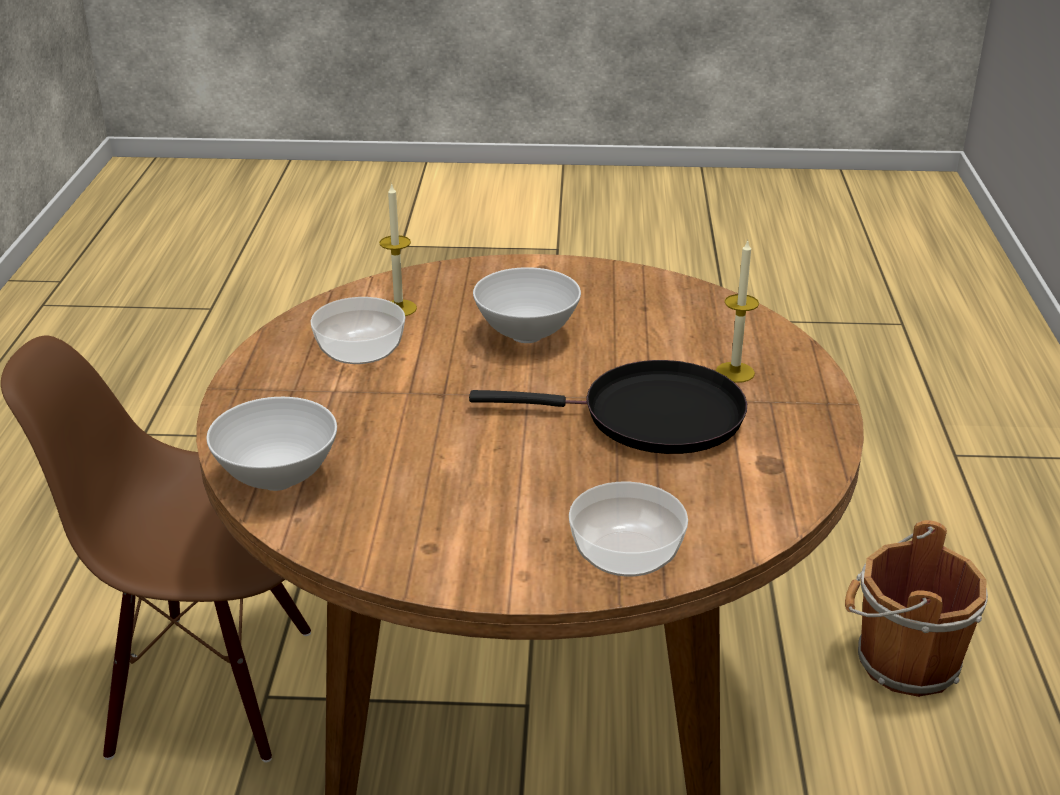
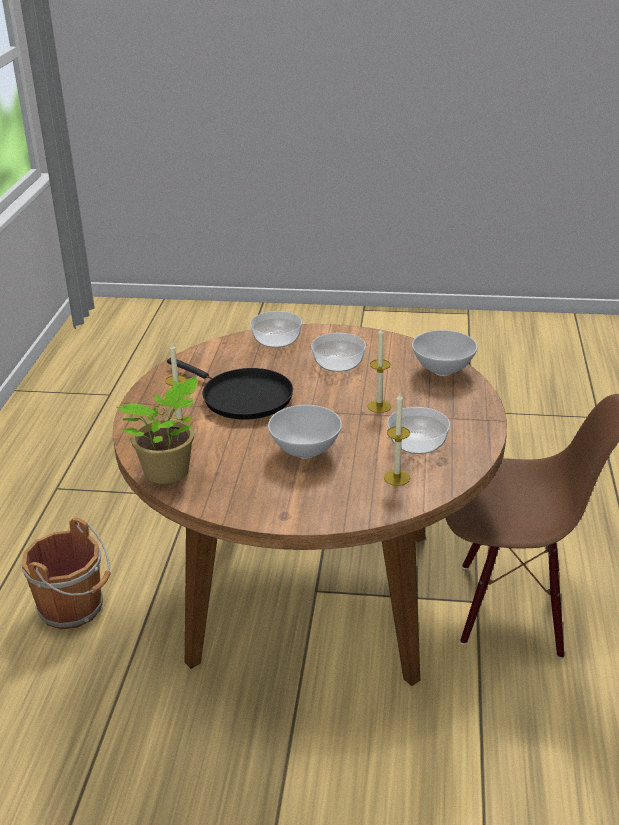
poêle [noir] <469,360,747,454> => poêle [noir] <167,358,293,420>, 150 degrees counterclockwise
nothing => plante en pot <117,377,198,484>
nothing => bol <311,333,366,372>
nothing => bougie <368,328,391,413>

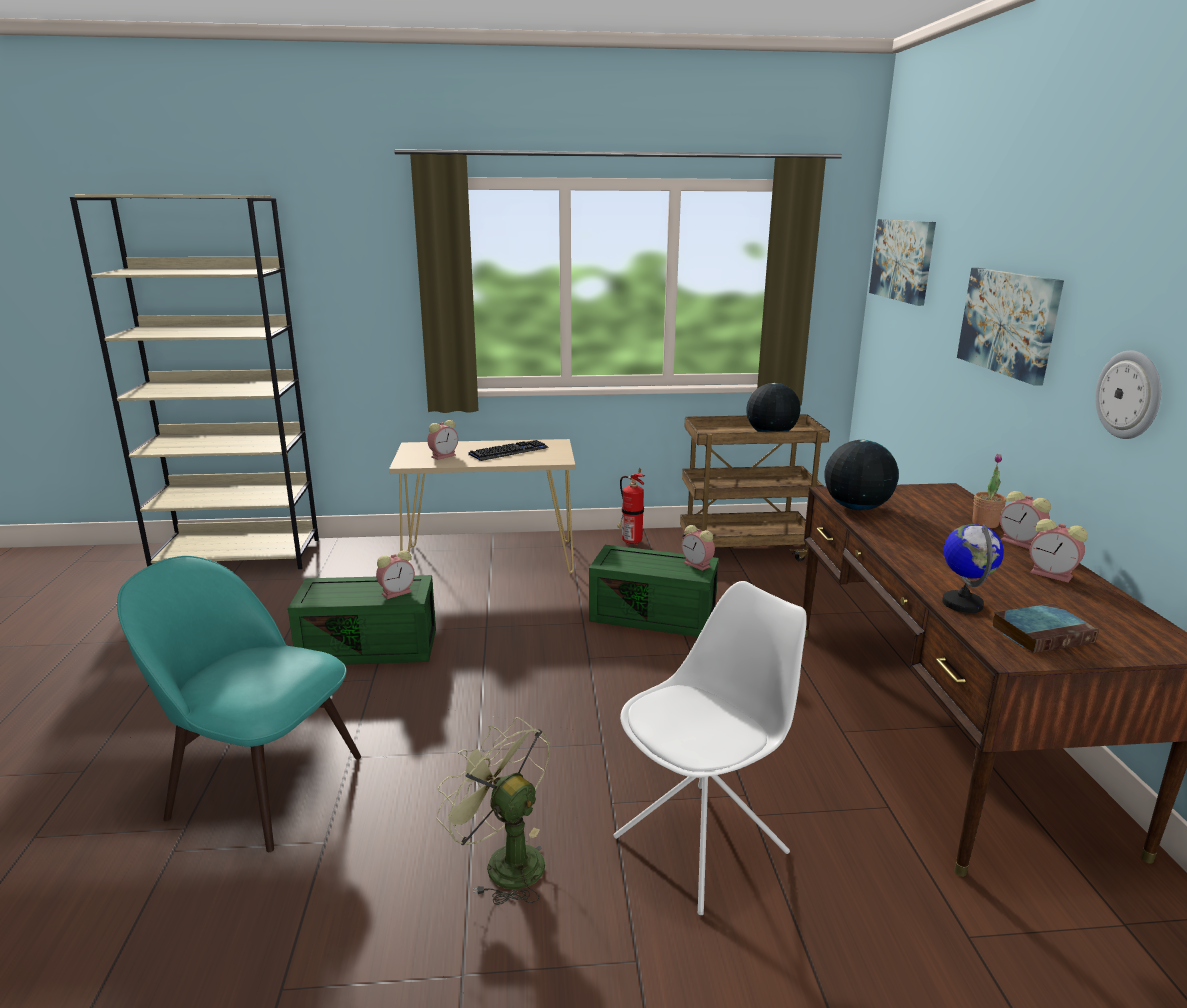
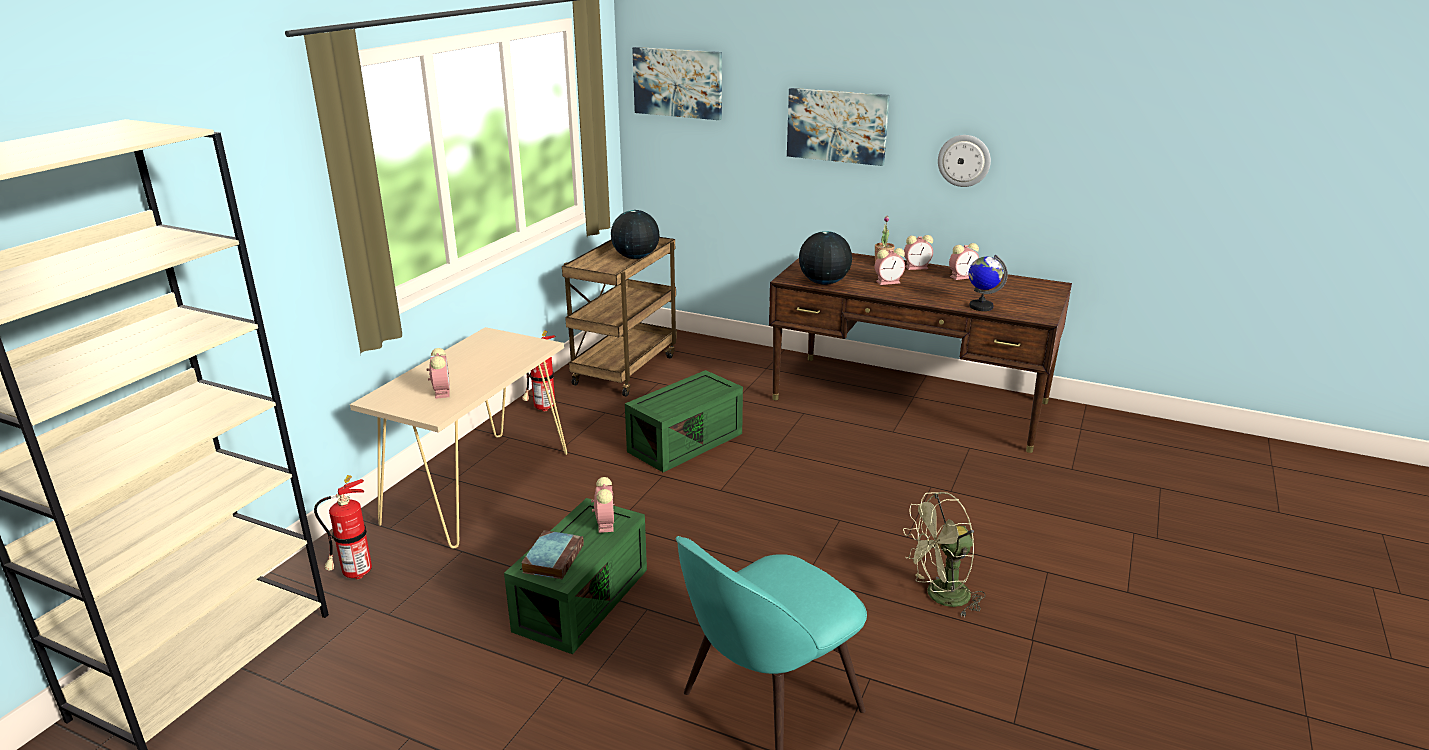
clavier <468,440,549,461> => nothing
chaise [blanc] <613,581,807,915> => nothing
réveil <682,525,715,571> => réveil <875,248,905,285>, relocated
livre <991,603,1099,654> => livre <521,530,584,579>, relocated
nothing => extincteur <314,475,372,579>

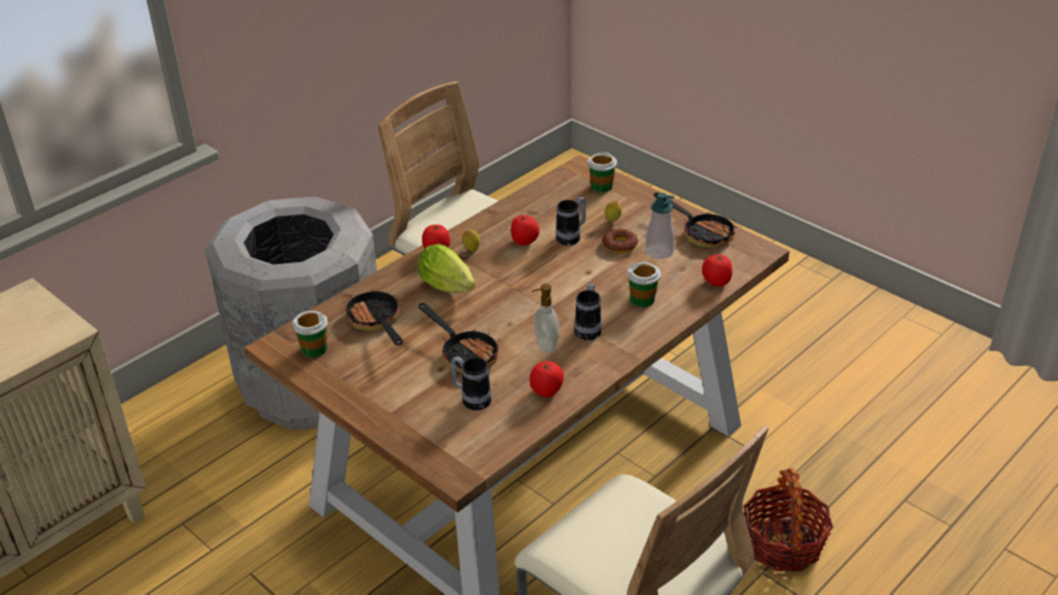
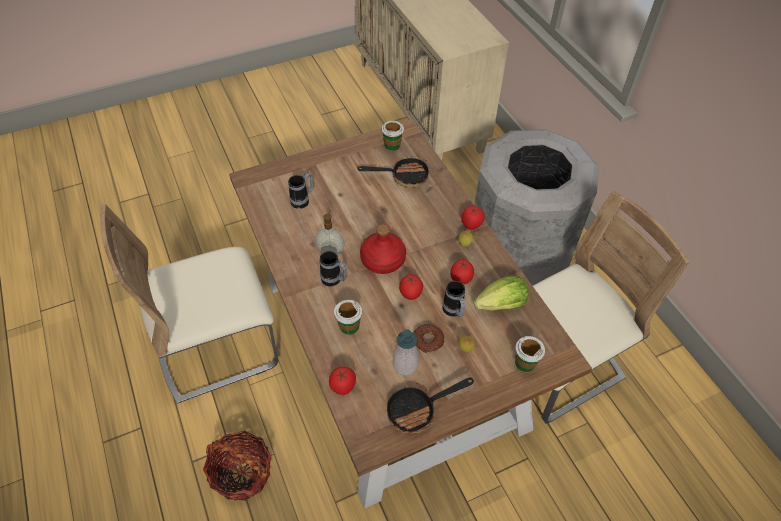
laitue <418,244,475,293> => laitue <474,275,529,311>, relocated
poêle <418,303,500,372> => nothing
tomate <530,361,564,397> => tomate <399,274,423,300>, relocated
nothing => bouteille [rouge] <360,224,406,274>

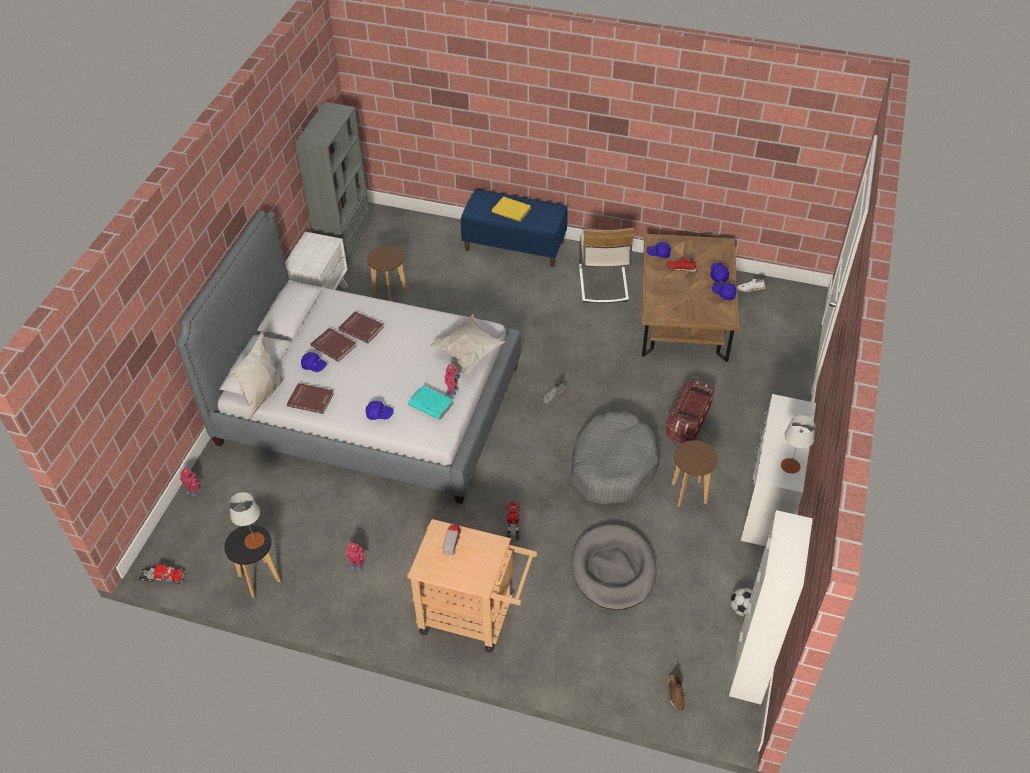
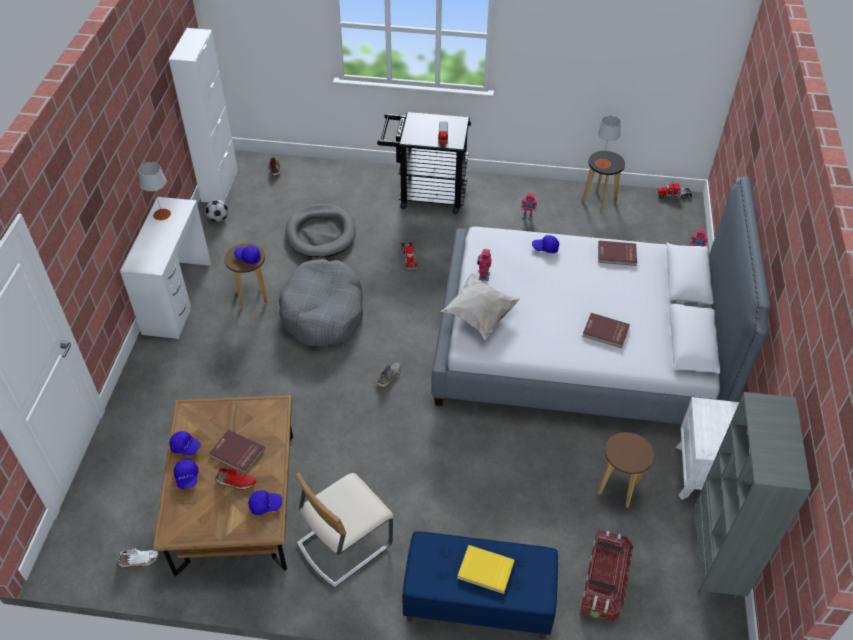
coussin [blanc] <230,332,284,419> => nothing
casquette [bleu] <301,352,327,372> => casquette [bleu] <234,245,261,264>, relocated
livre [rouge] <310,328,356,362> => livre [rouge] <209,430,265,474>, relocated
chariot [beige] <407,519,537,652> => chariot [noir] <377,112,471,214>
livre [turquoise] <408,386,454,420> => nothing
chaise [beige] <579,228,634,303> => chaise [beige] <296,473,394,588>, 120 degrees counterclockwise
boîte de rangement <666,381,715,443> => boîte de rangement <580,530,633,622>, relocated

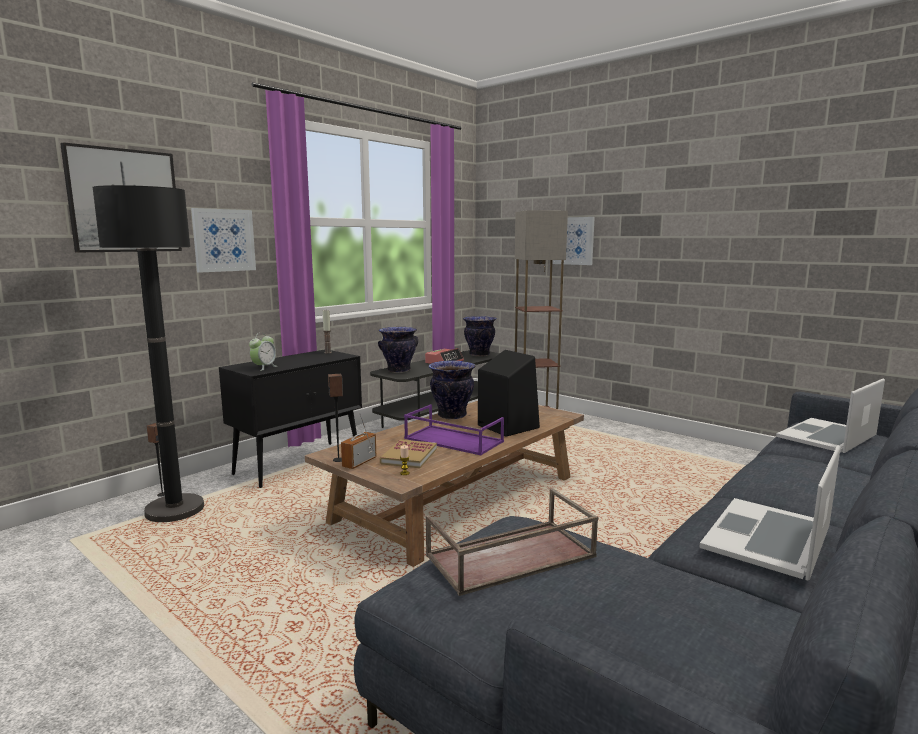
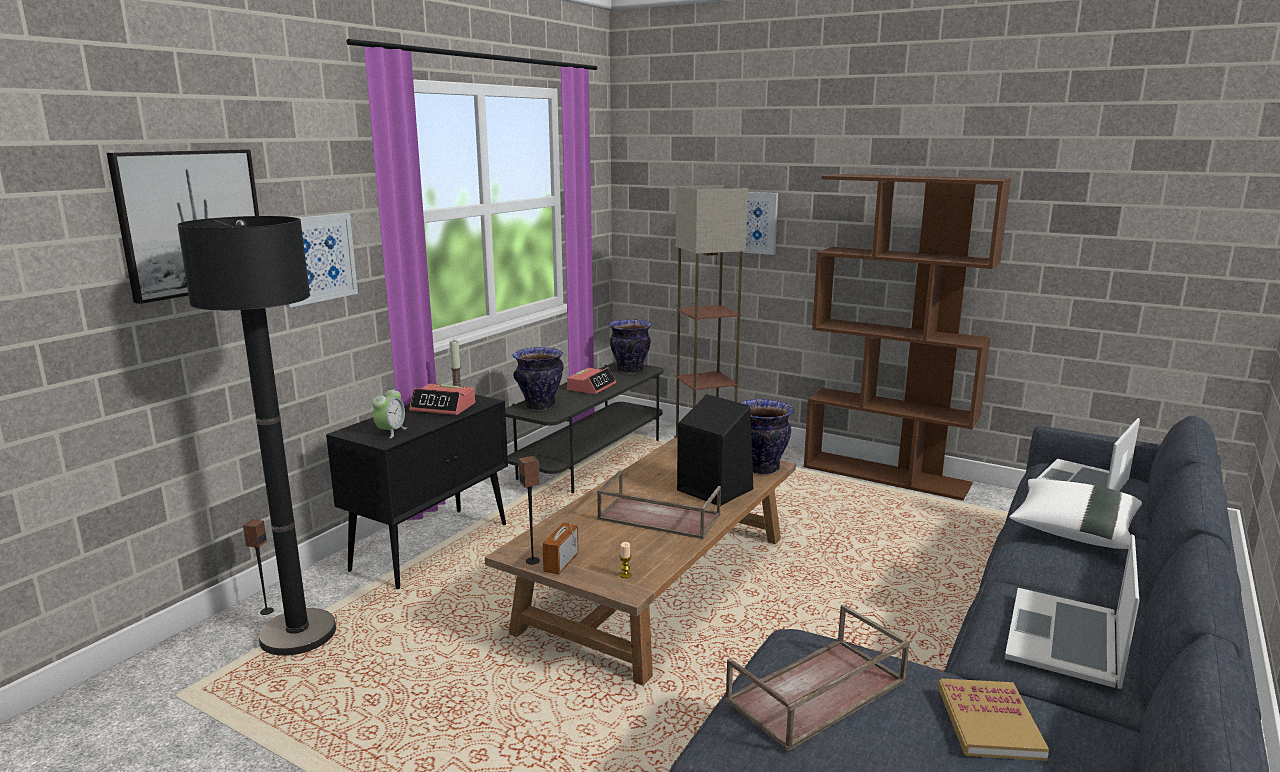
livre <380,440,437,468> => livre <938,678,1049,761>, relocated
plateau [violet] <404,405,504,455> => plateau [marron] <597,470,721,539>
vase <428,360,476,420> => vase <740,399,794,475>, relocated
nothing => réveil <409,384,475,415>
nothing => bibliothèque [marron] <804,174,1011,501>
nothing => coussin [blanc] <1009,479,1142,549>

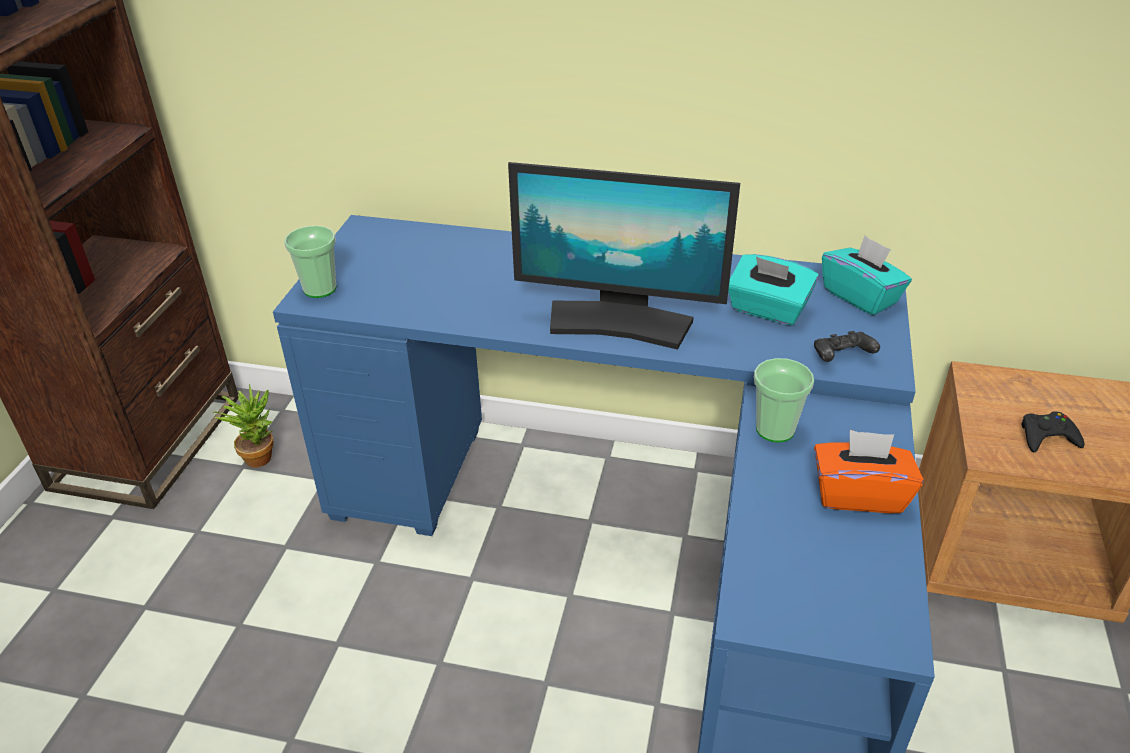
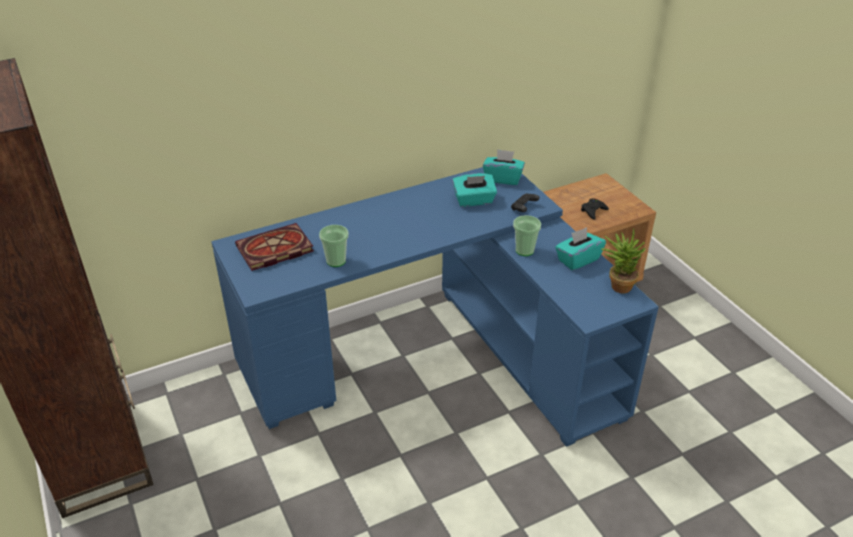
plante en pot <213,384,274,468> => plante en pot <601,229,646,293>, relocated
tasse <284,226,336,298> => tasse <319,225,349,267>, relocated
écran d'ordinateur <508,162,740,350> => nothing
boîte à mouchoirs [orange] <814,430,924,513> => boîte à mouchoirs [turquoise] <555,227,606,270>
nothing => livre <235,223,314,271>

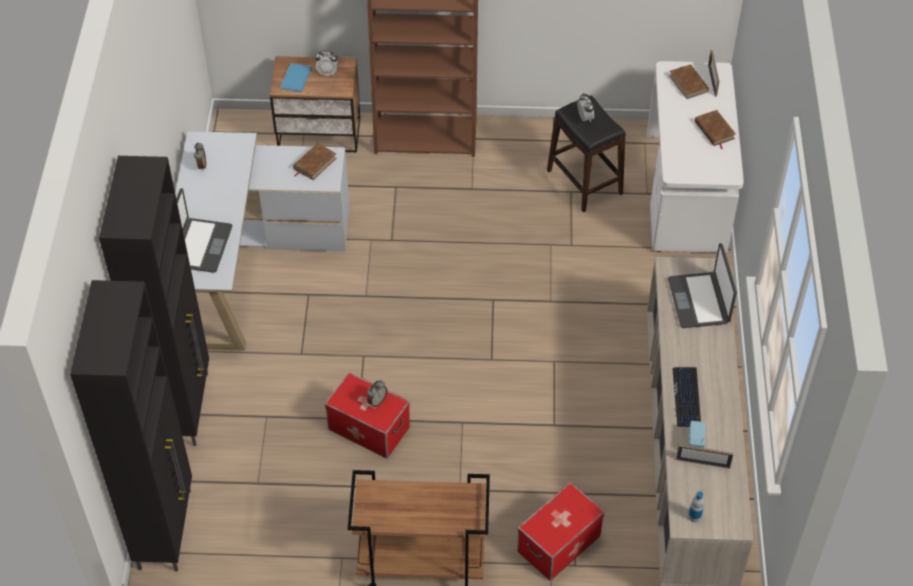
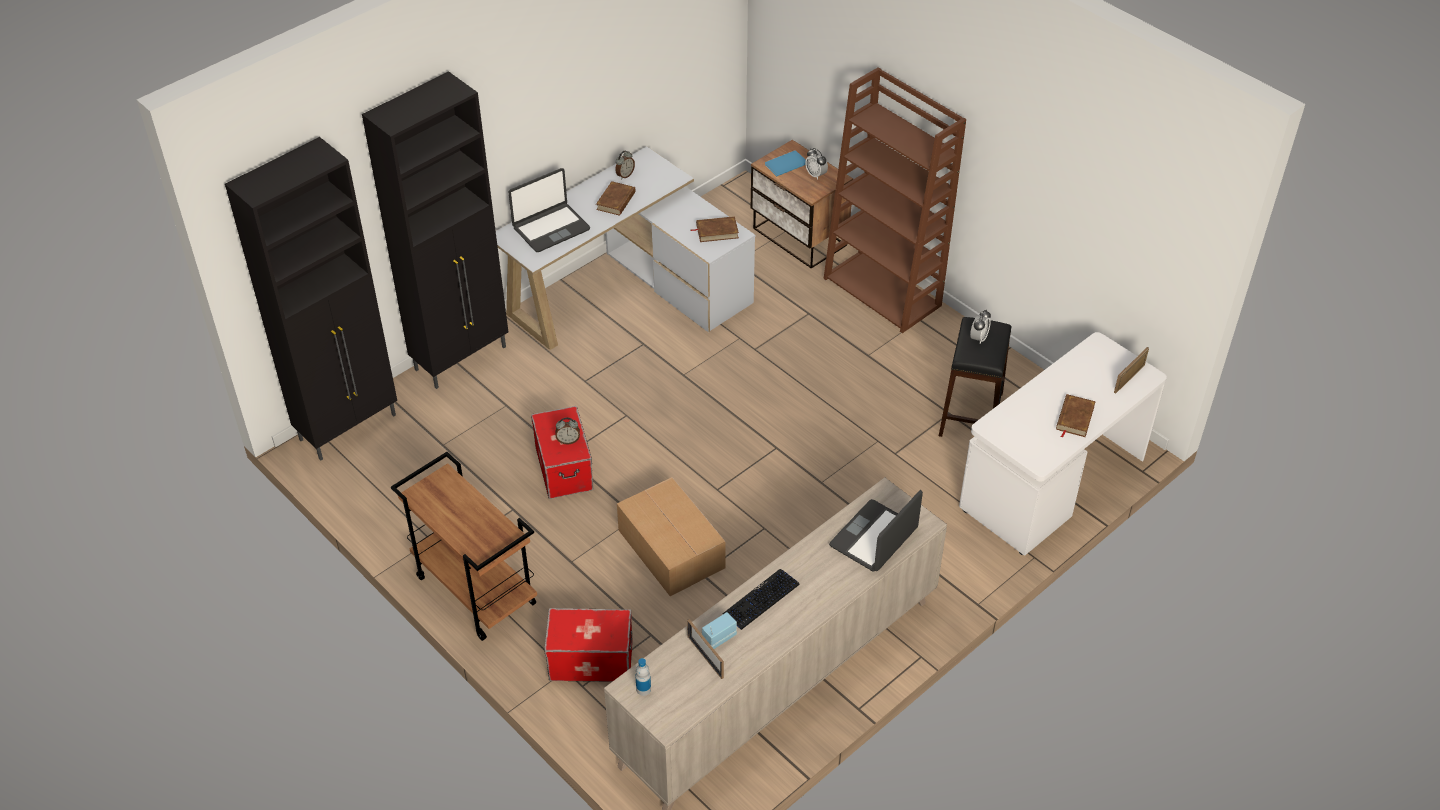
livre [marron] <669,64,709,99> => livre [marron] <596,181,636,216>, relocated
nothing => carton <617,477,725,596>

